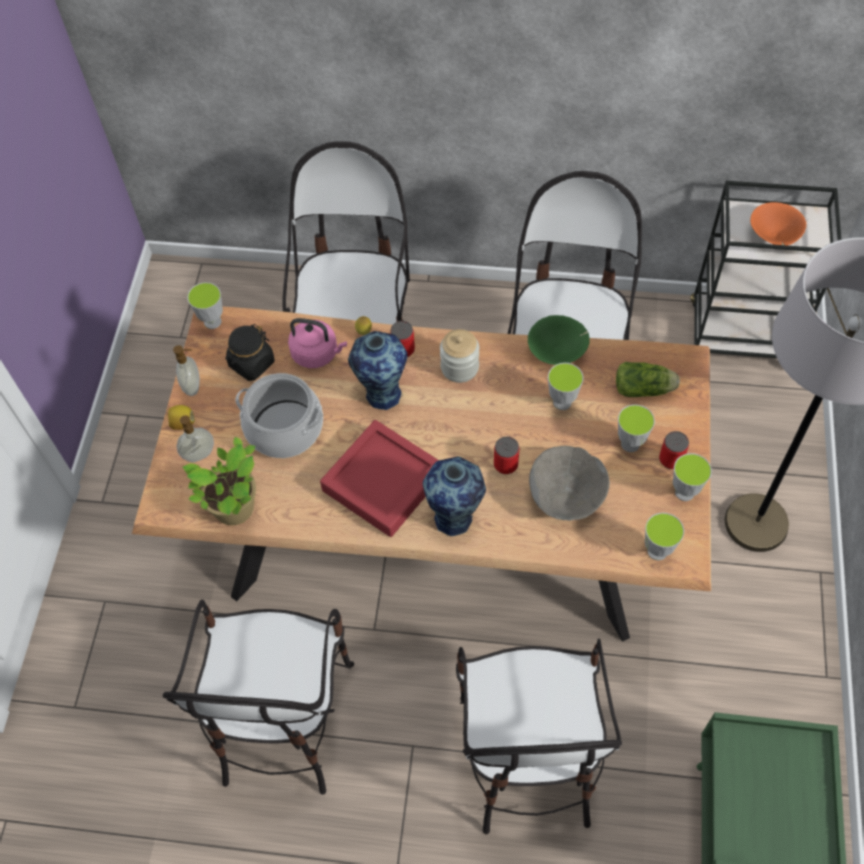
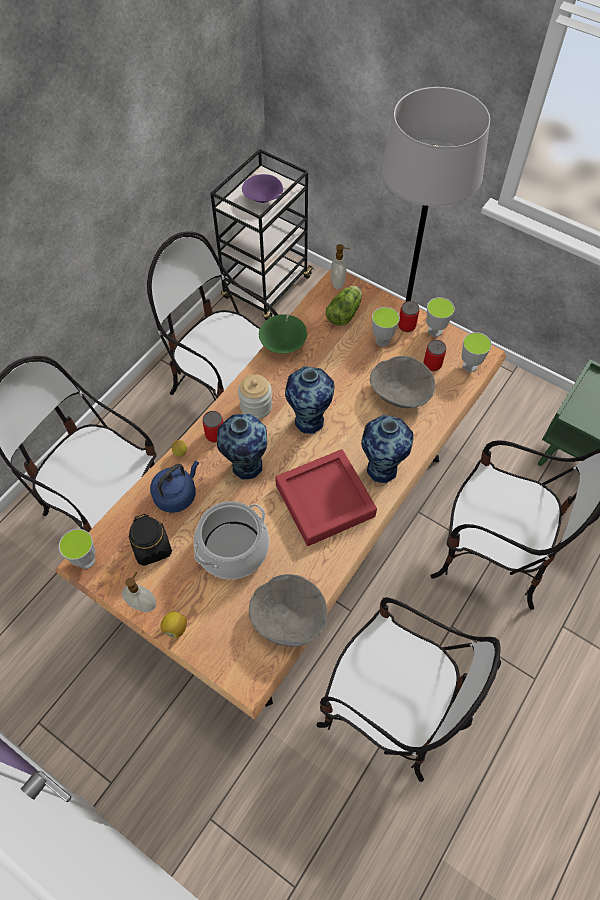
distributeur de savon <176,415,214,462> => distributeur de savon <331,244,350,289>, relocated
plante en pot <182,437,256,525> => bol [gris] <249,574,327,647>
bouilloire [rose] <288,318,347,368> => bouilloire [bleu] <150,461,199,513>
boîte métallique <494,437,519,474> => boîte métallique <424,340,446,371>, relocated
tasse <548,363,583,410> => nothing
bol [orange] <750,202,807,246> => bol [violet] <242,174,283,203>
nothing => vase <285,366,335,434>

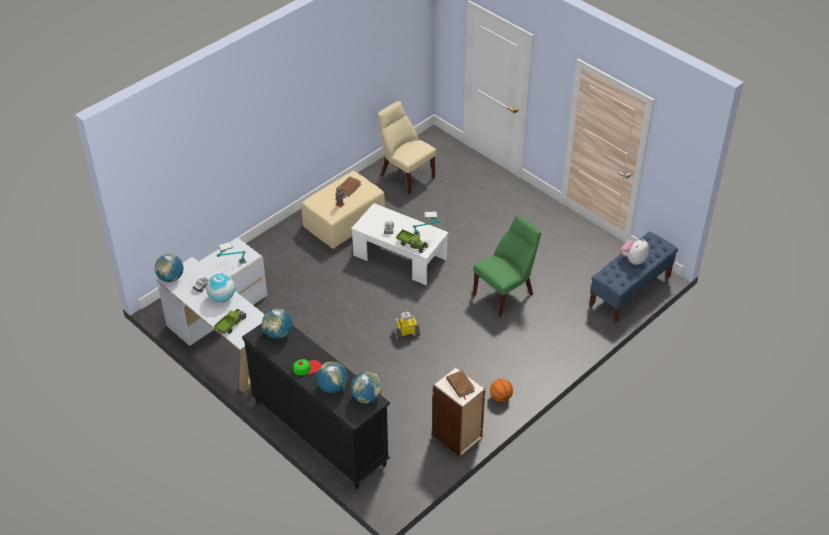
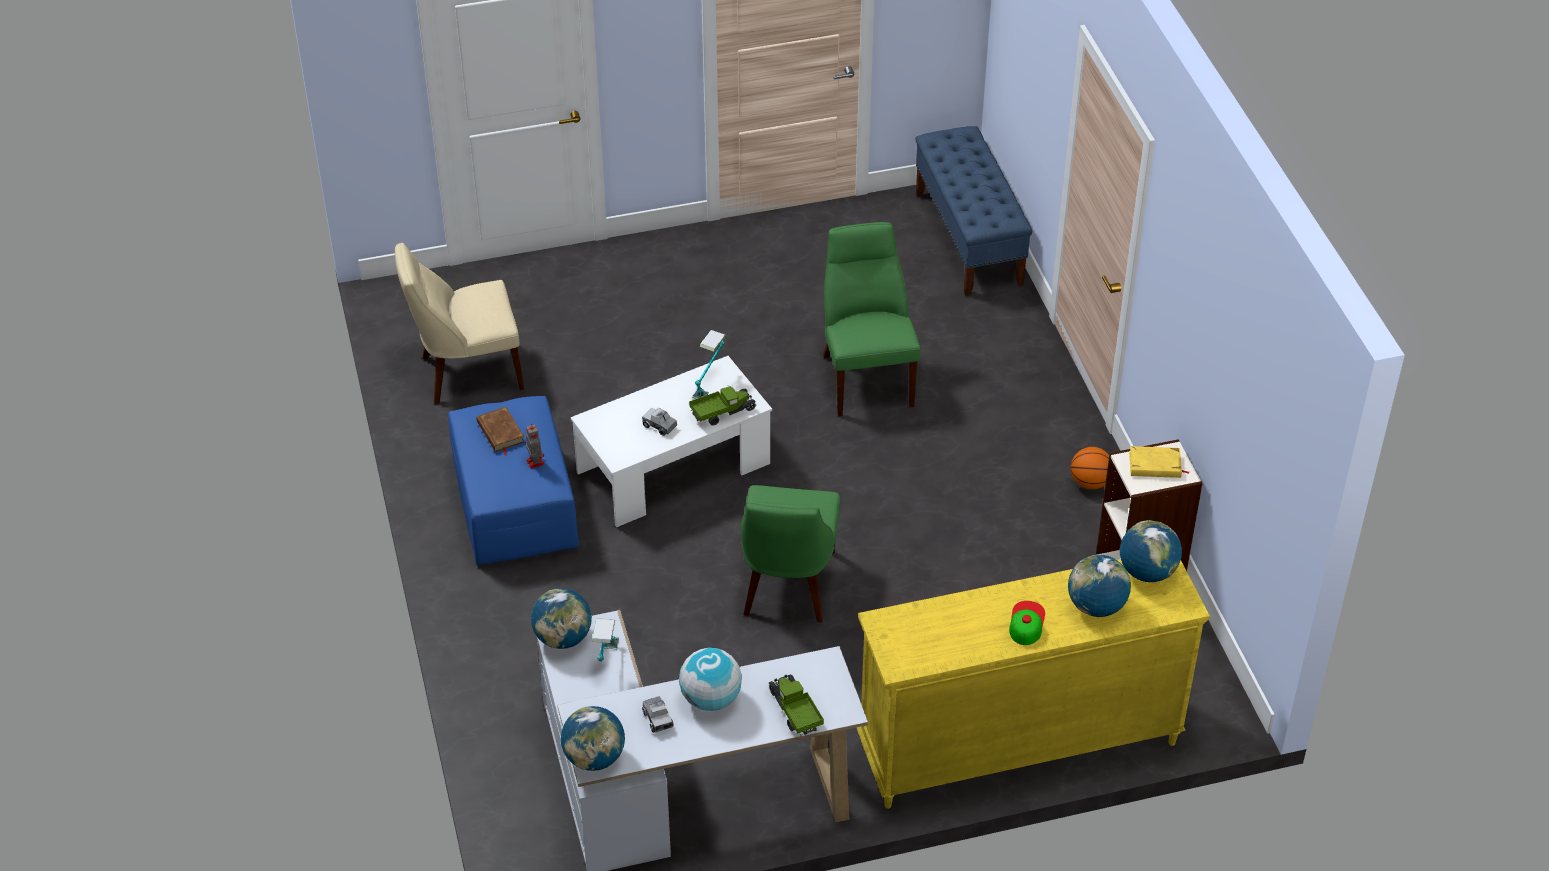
commode [noir] <242,323,390,489> => commode [jaune] <857,559,1210,809>
globe <262,308,292,339> => globe <531,588,592,649>, relocated
pouf [beige] <301,171,385,249> => pouf [bleu] <448,396,579,565>
robot jouet <394,312,420,341> => nothing
livre [marron] <446,370,475,400> => livre [jaune] <1129,446,1190,478>
peluche <620,239,649,265> => nothing
nothing => chaise [vert] <741,485,840,622>

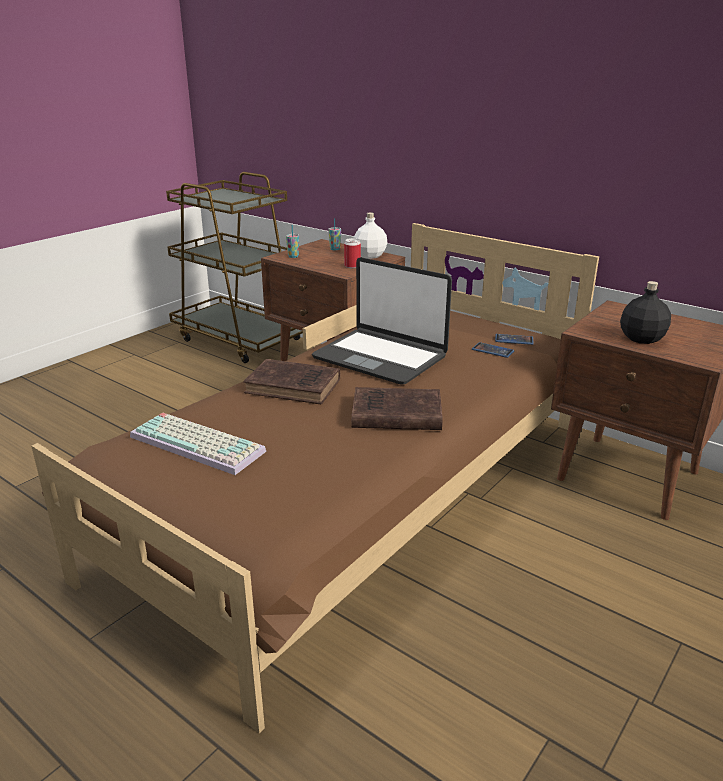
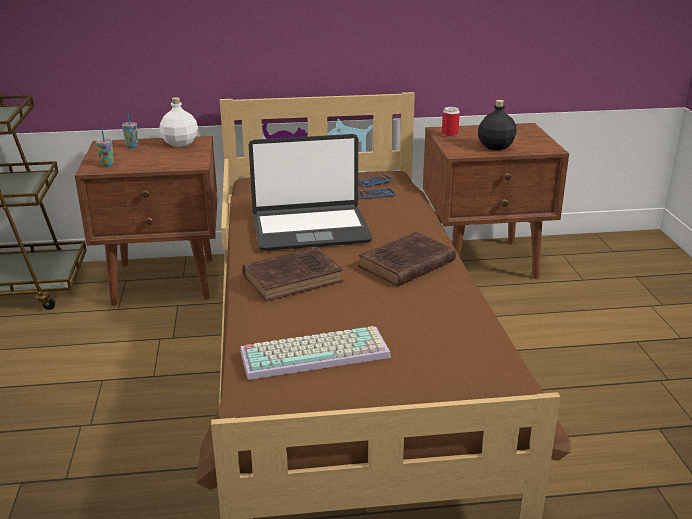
boîte métallique <344,238,361,268> => boîte métallique <442,107,460,137>, relocated

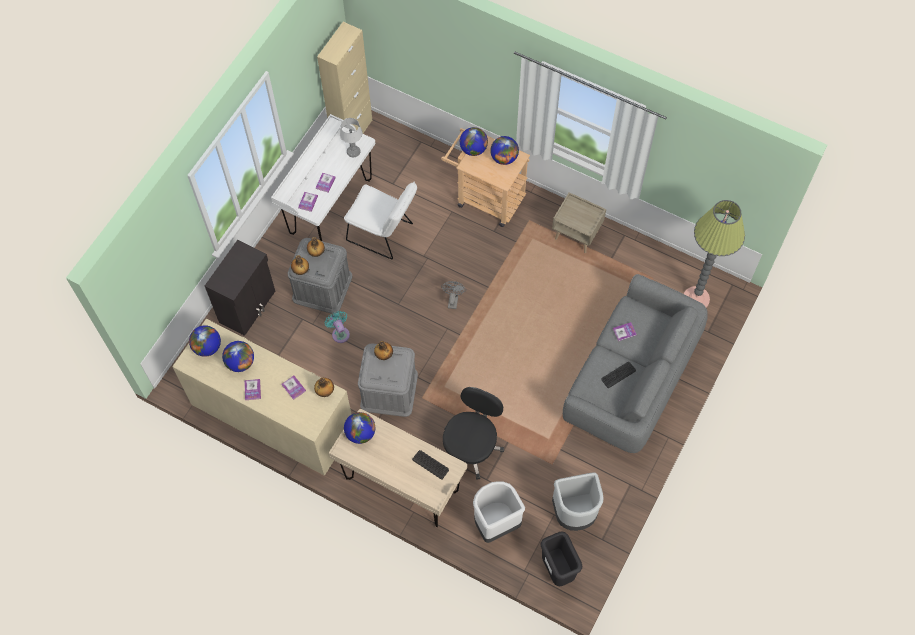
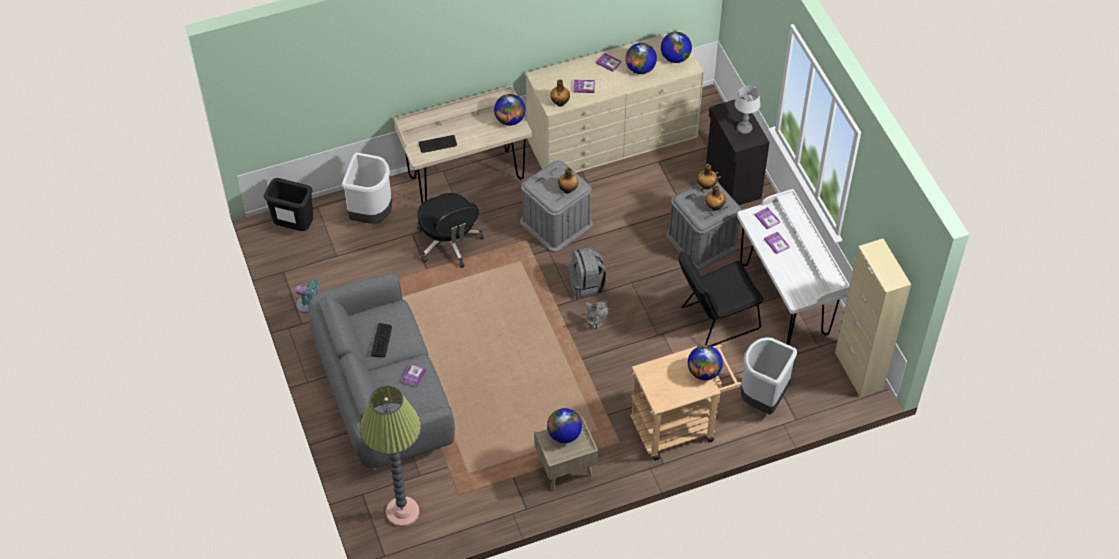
ventilateur [turquoise] <325,311,350,343> => ventilateur [turquoise] <295,279,320,313>, relocated
lampe de table <340,118,363,157> => lampe de table <735,86,761,134>, relocated
chaise [blanc] <344,182,417,259> => chaise [noir] <678,251,764,346>
globe <490,136,519,165> => globe <547,408,582,443>, relocated
poubelle [gris] <552,472,603,531> => poubelle [gris] <741,337,797,414>, relocated
nothing => sac à dos [gris] <568,247,607,299>

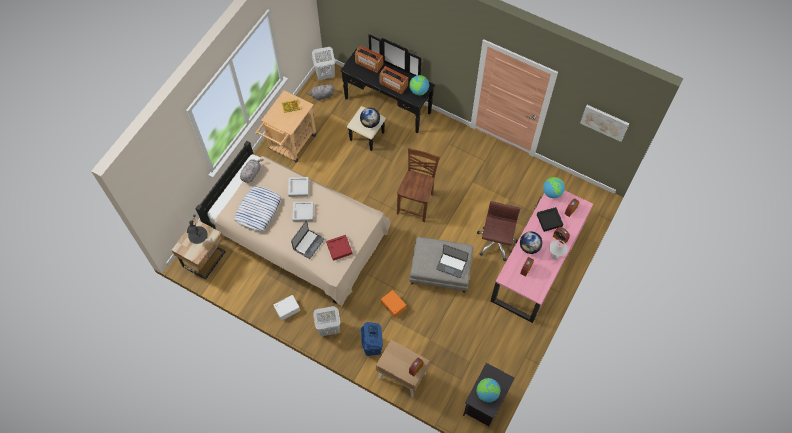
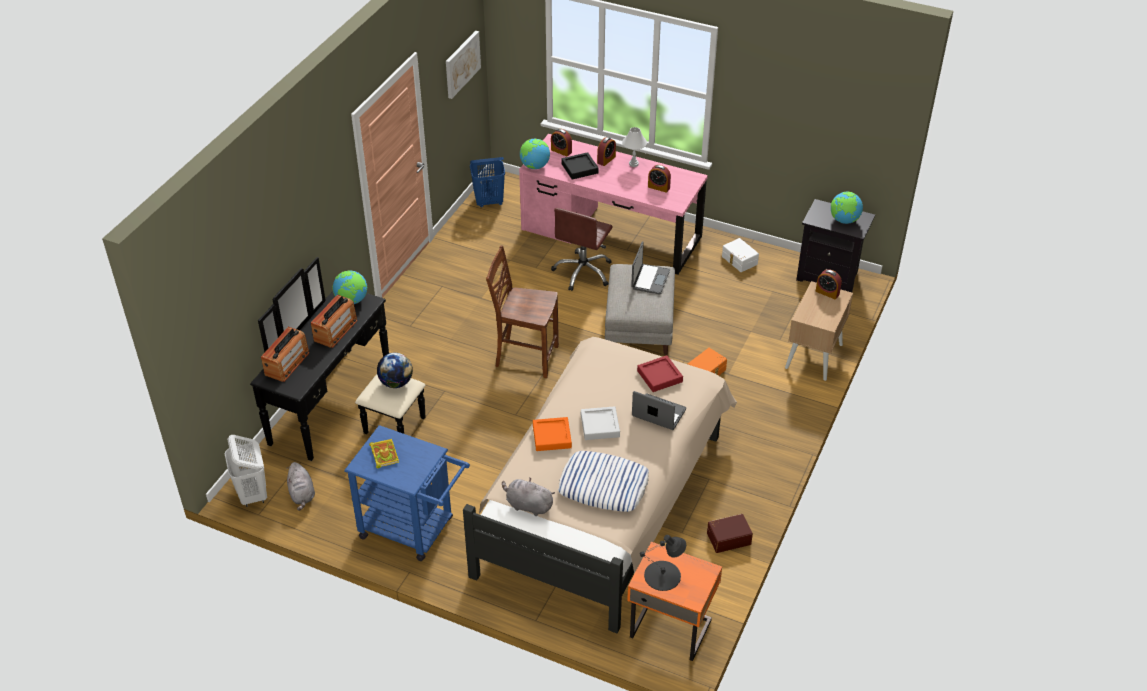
table de chevet [beige] <172,219,226,280> => table de chevet [orange] <627,542,722,661>
chariot [beige] <255,90,316,162> => chariot [bleu] <344,425,470,561>
boîte de rangement [blanc] <274,295,300,321> => boîte de rangement [blanc] <722,238,759,272>, relocated
plateau [gris] <288,177,309,197> => plateau [orange] <533,417,572,451>
panier à linge [blanc] <313,306,340,336> => nothing
panier à linge [bleu] <360,322,383,356> => panier à linge [bleu] <470,157,505,207>, relocated
chaise de bureau [marron] <477,201,520,261> => chaise de bureau [marron] <551,208,613,291>, 75 degrees counterclockwise
globe <520,232,542,254> => nothing
nothing => boîte de rangement [marron] <707,514,753,553>

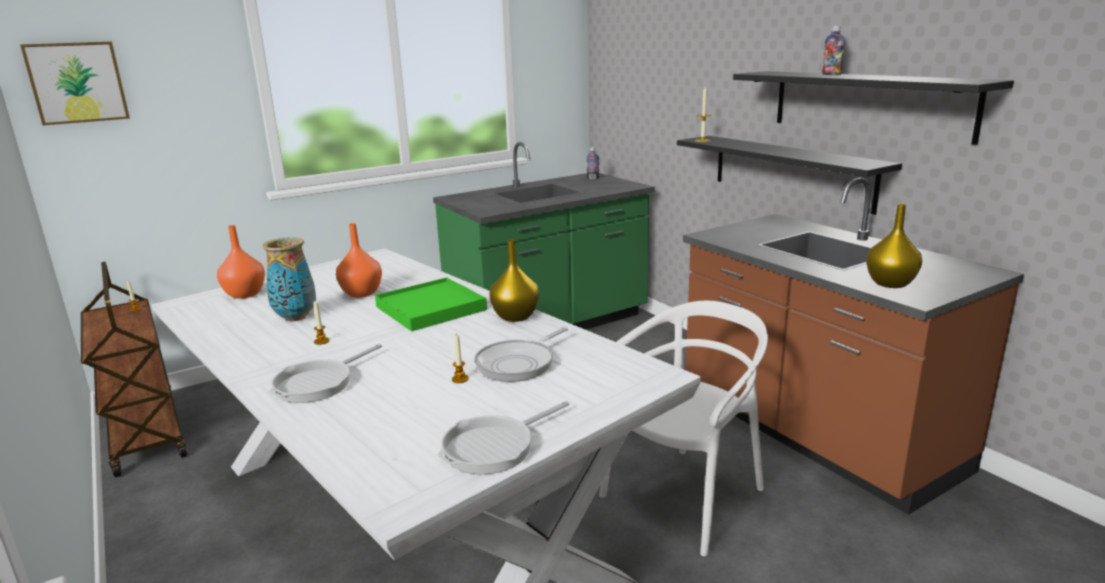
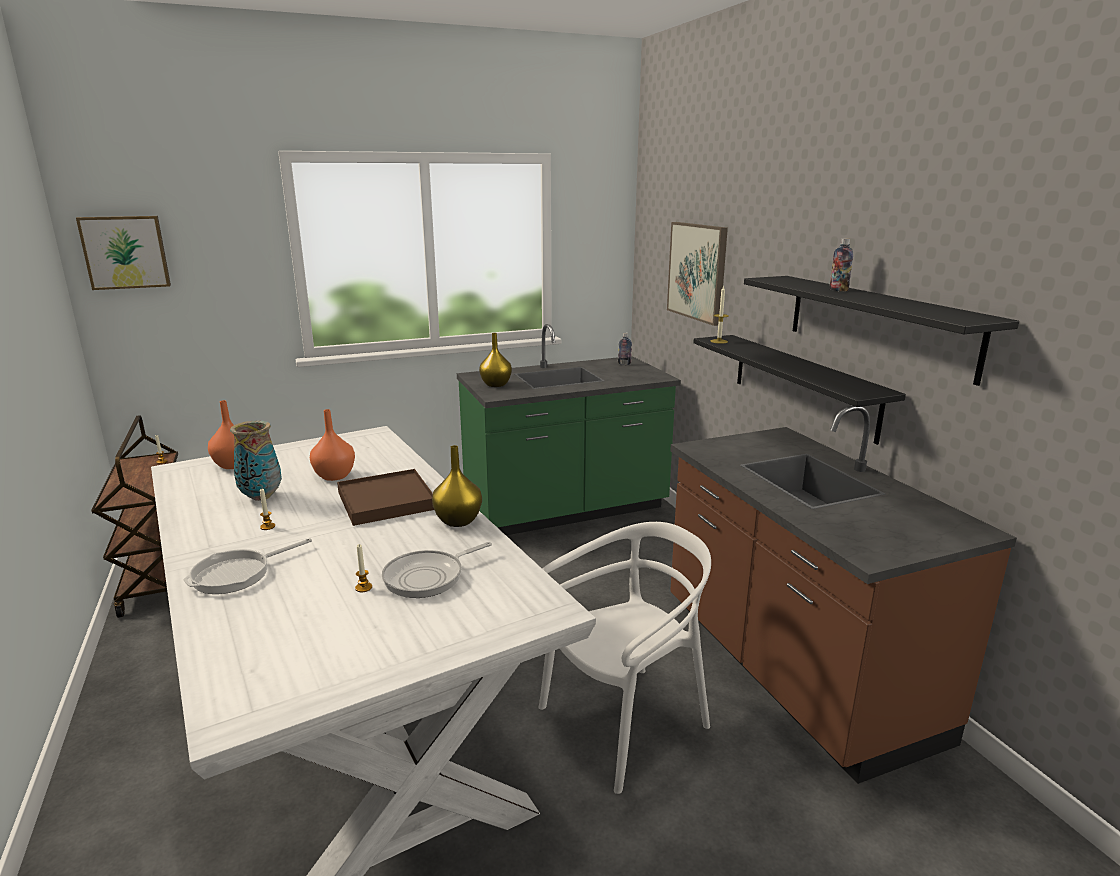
plateau [vert] <375,277,487,331> => plateau [marron] <337,469,434,526>
poêle <438,401,569,474> => nothing
vase [jaune] <866,203,922,288> => vase [jaune] <479,333,512,387>, relocated
nothing => tableau <667,222,728,326>

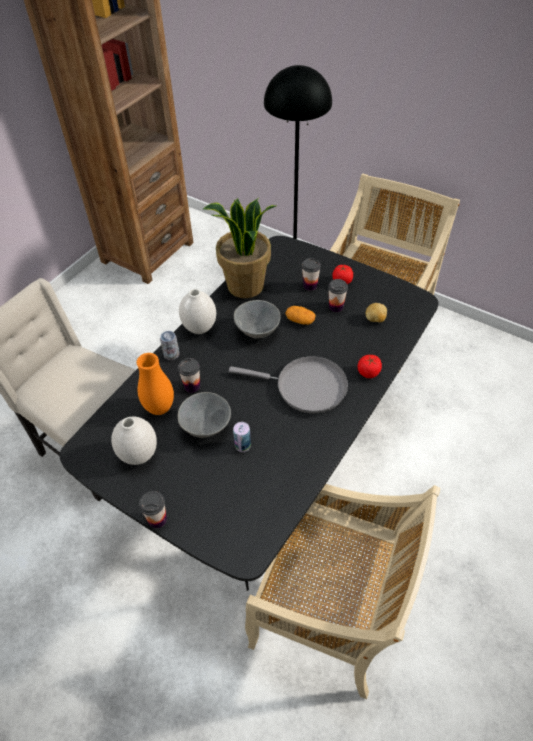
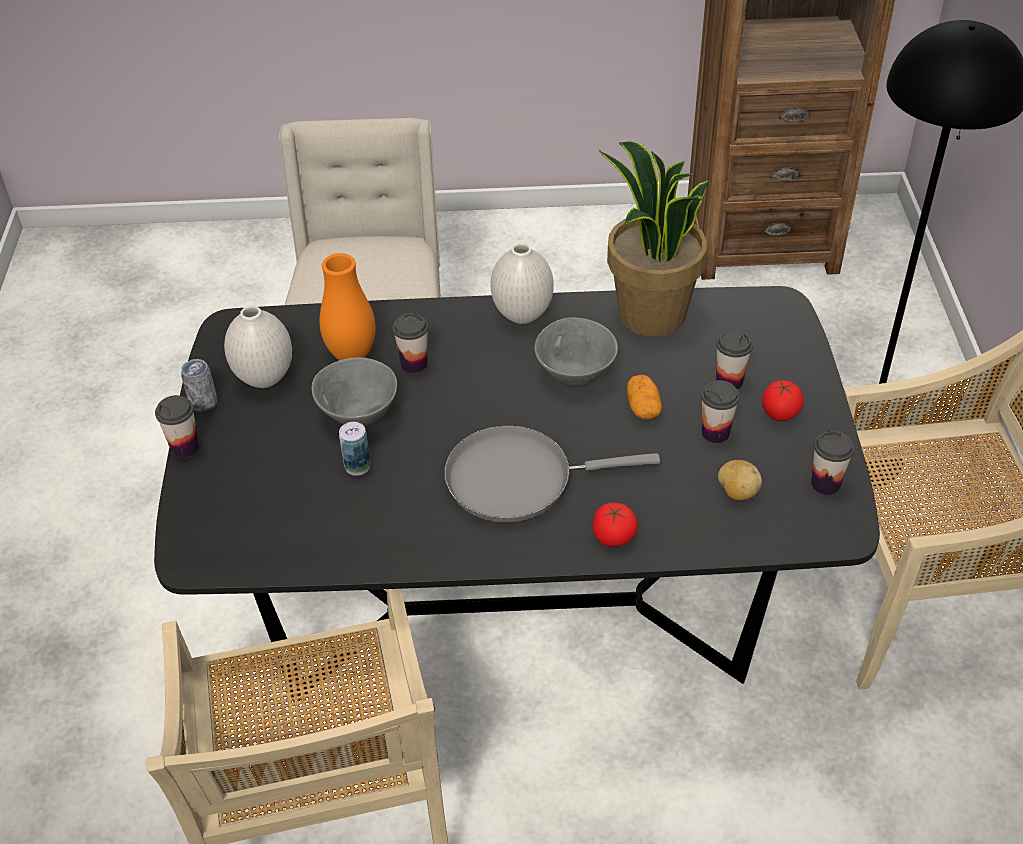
boîte métallique <160,331,180,360> => boîte métallique <181,359,217,412>, relocated
poêle [gris] <229,356,348,413> => poêle [gris] <444,425,660,522>, 105 degrees clockwise
nothing => tasse <811,430,854,495>

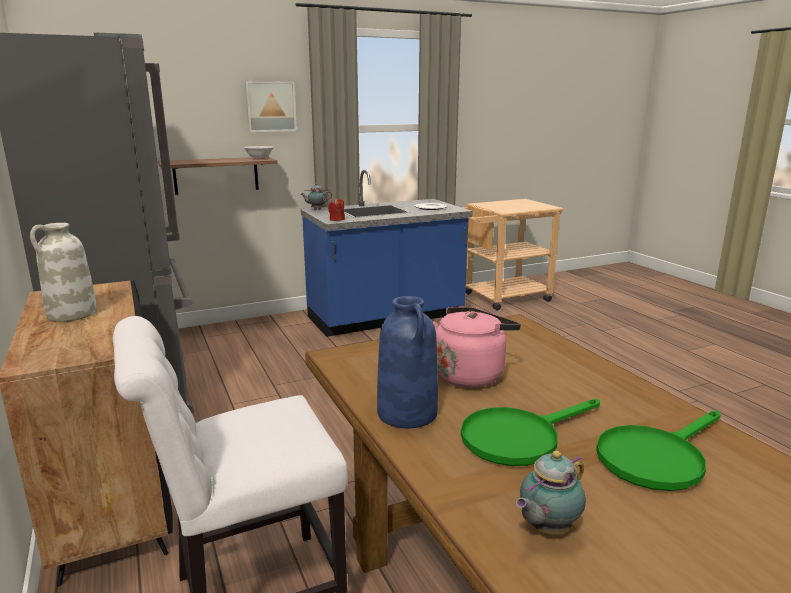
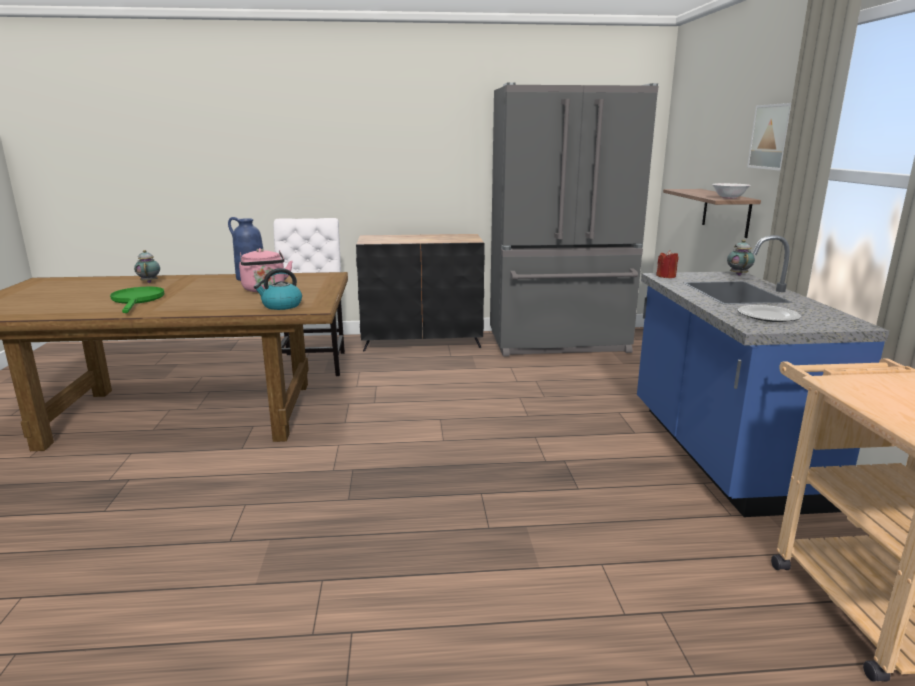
vase [blanc] <30,223,97,322> => nothing
poêle [vert] <461,399,600,466> => nothing
nothing => bouilloire <254,268,302,310>

